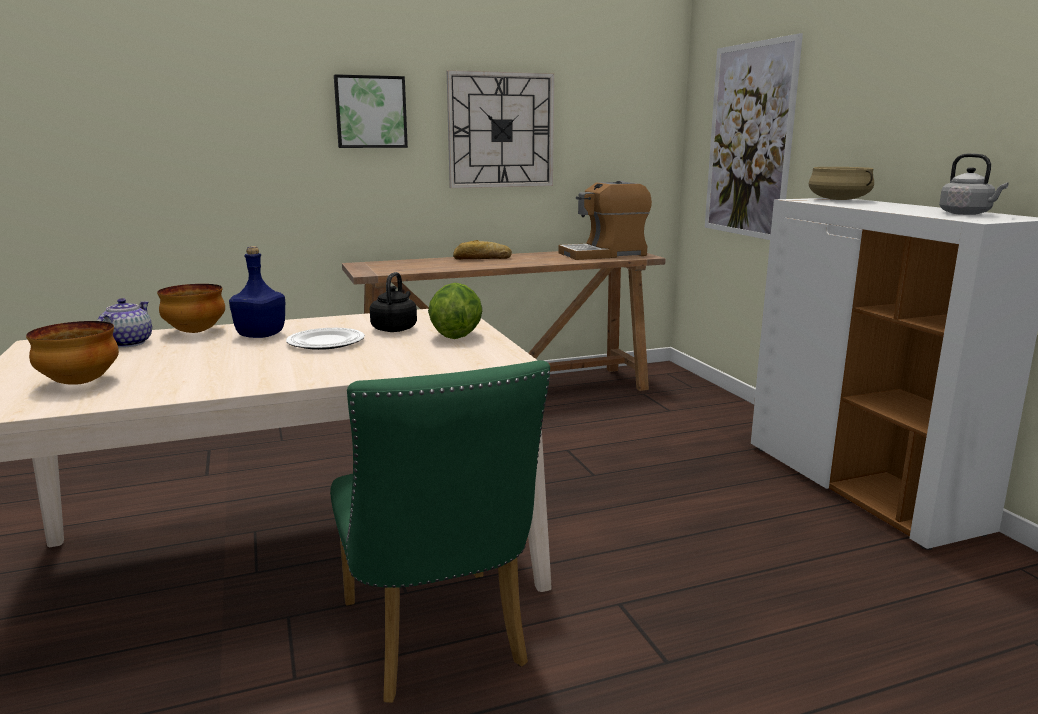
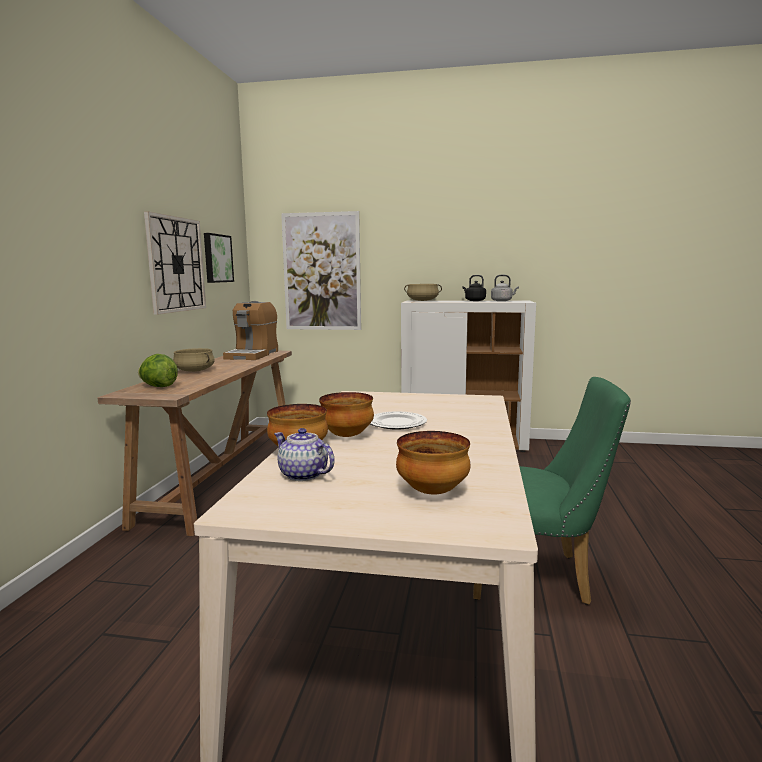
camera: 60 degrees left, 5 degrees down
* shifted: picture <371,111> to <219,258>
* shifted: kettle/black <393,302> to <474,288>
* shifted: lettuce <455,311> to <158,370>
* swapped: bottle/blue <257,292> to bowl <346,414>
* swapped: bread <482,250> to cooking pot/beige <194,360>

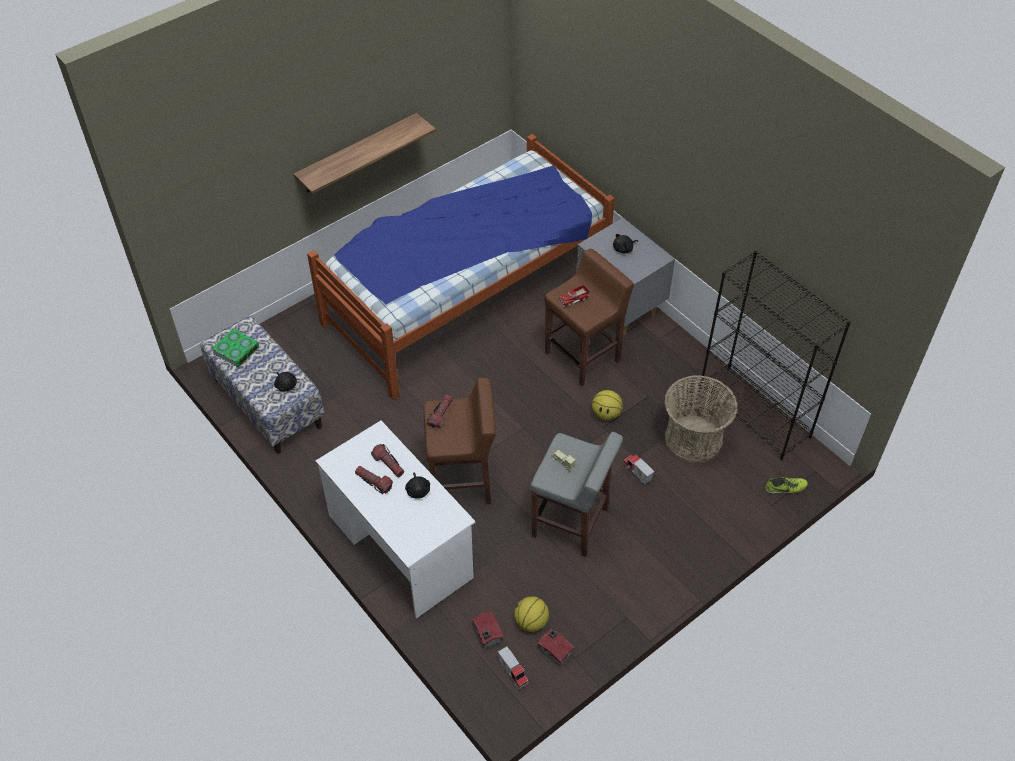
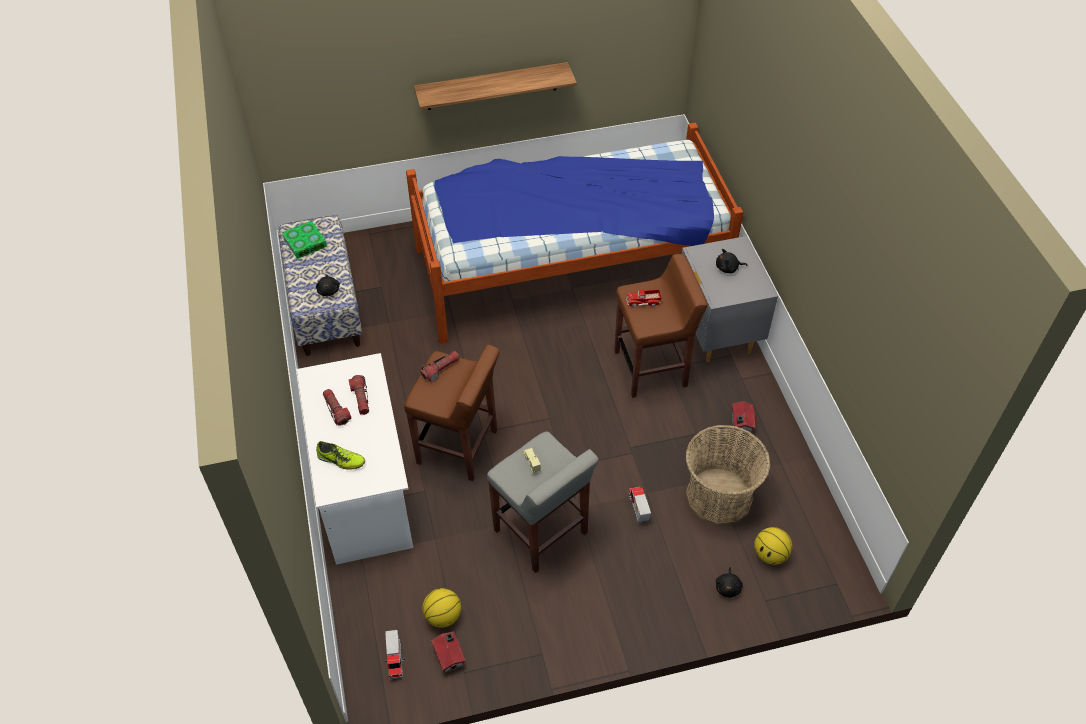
camera: 25 degrees right, 0 degrees up
* gone: bookcase/black <775,355>
* shifted: plush toy/black <417,485> to <729,582>
* shifted: toy house <488,629> to <743,417>
* shifted: basketball <607,405> to <773,546>
* shifted: shoe <786,485> to <340,455>

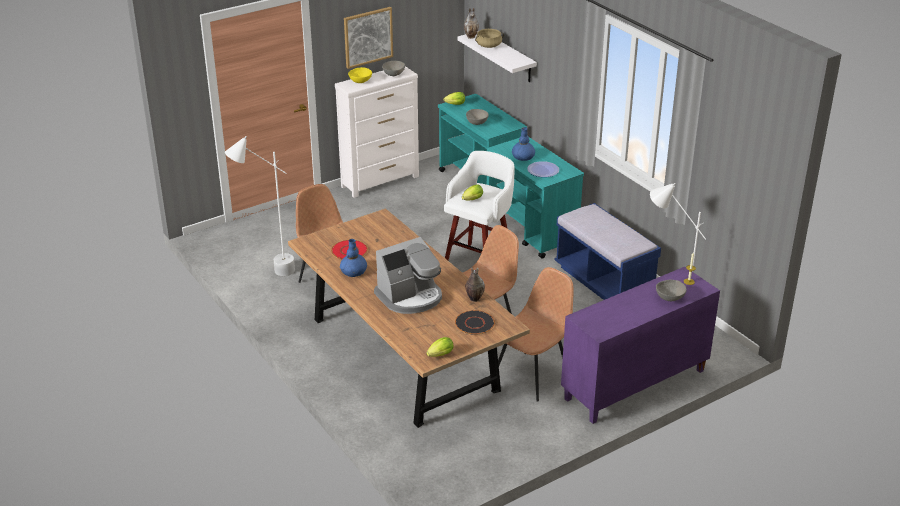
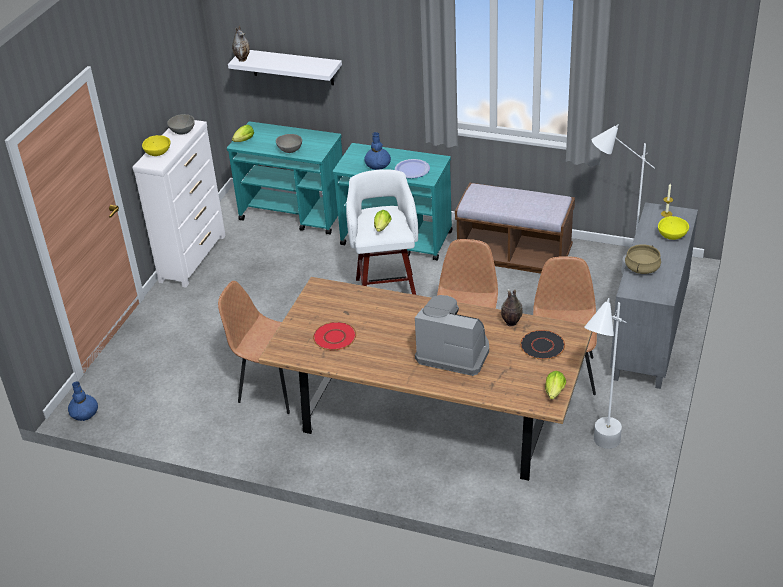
camera: 35 degrees left, 5 degrees up
* gone: picture <368,38>
* shifted: floor lamp/white <260,206> to <605,373>
* shifted: vase/blue <353,258> to <83,401>
* shifted: cooking pot/beige <489,38> to <643,259>
* repainted: bench/blue <607,251> to bench/brown <515,228>
* repainted: cabinet/purple <640,345> to cabinet/grey <654,295>
* repainted: bowl/grey <671,290> to bowl/yellow <673,228>
* rotated: coffee machine <408,275> = <452,335> 90 degrees counterclockwise

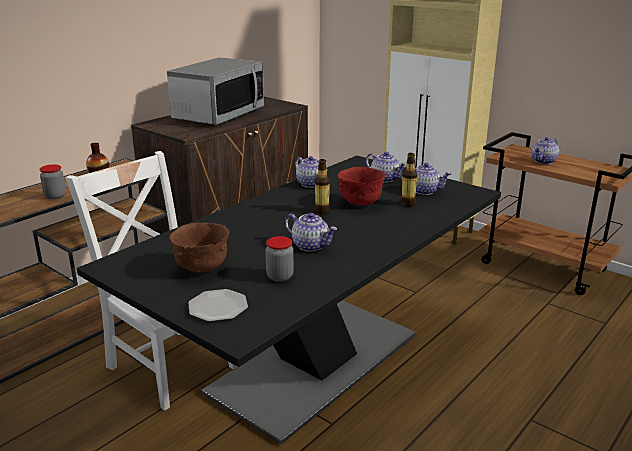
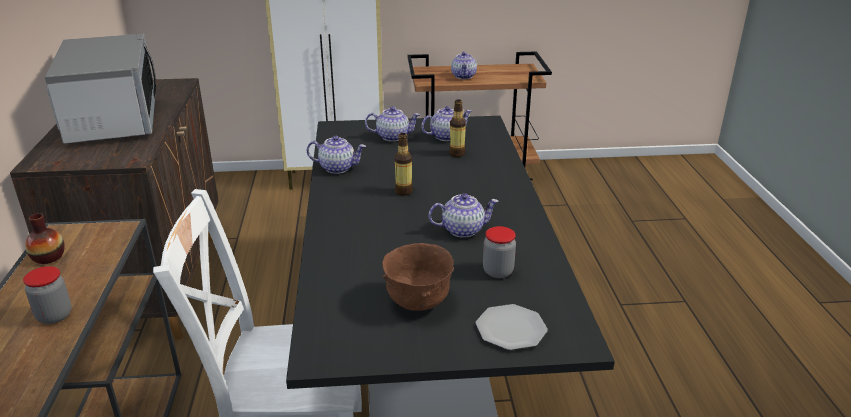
camera: 45 degrees left, 5 degrees up
* gone: bowl/red <362,186>

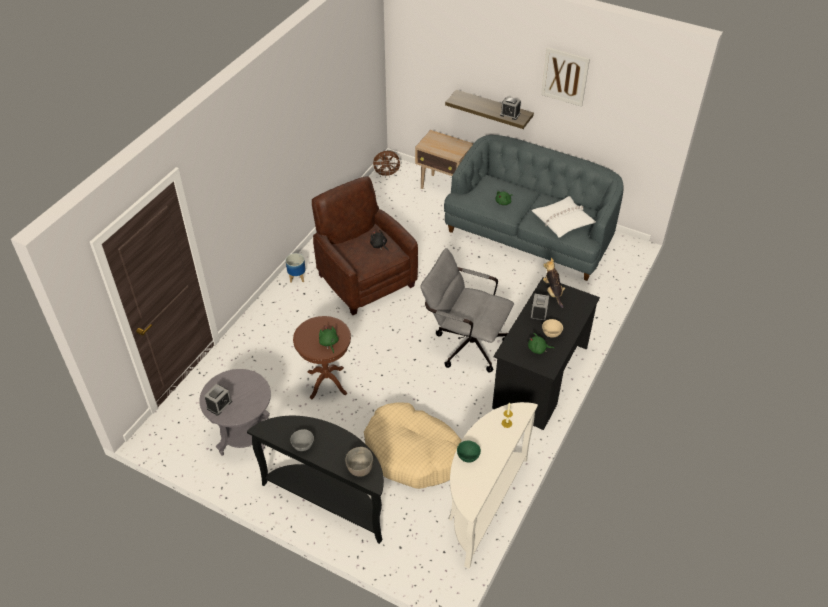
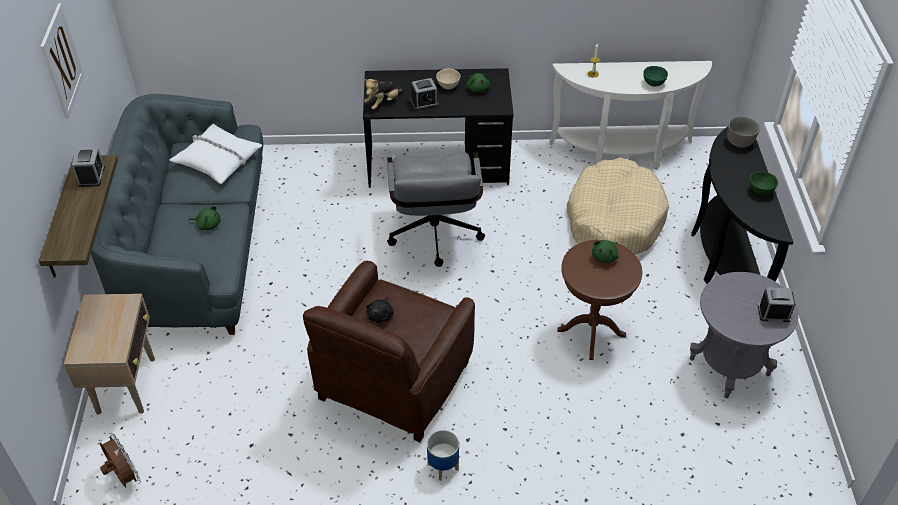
camera: 120 degrees left, 0 degrees up
* repainted: bowl/grey <302,440> to bowl/green <764,183>

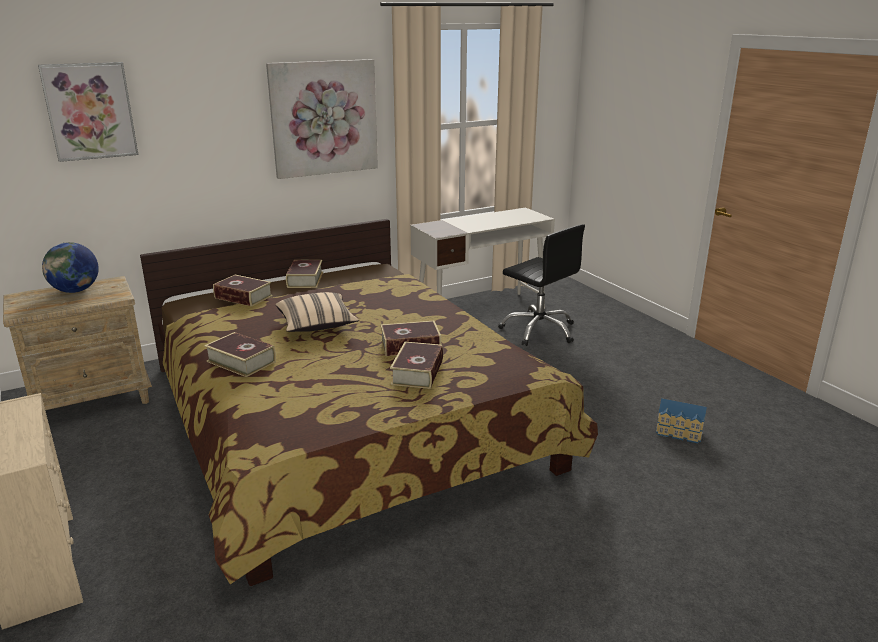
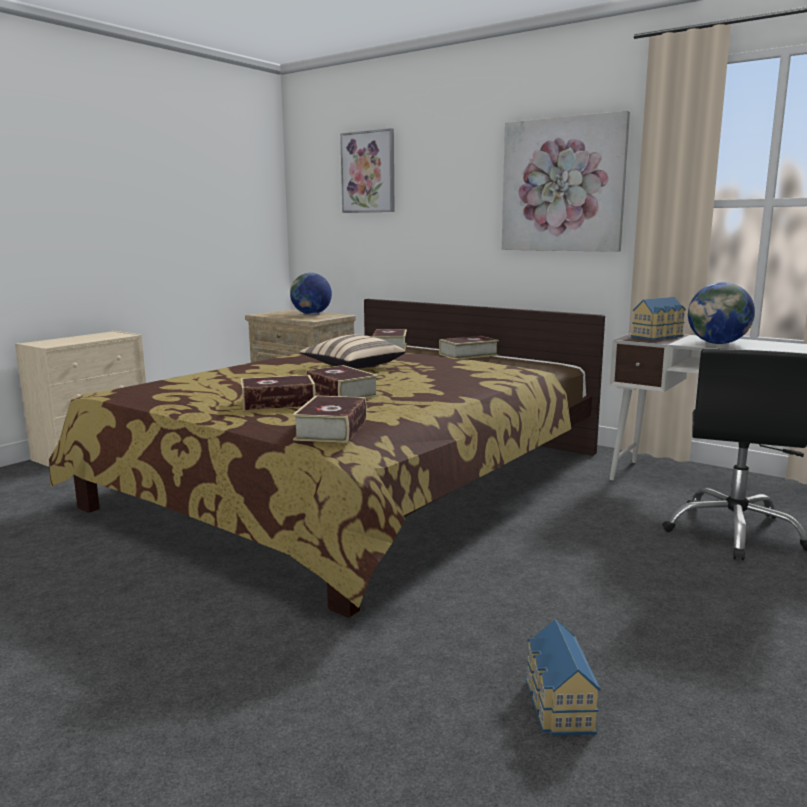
camera: 65 degrees right, 10 degrees down
* new: toy house <658,318>
* new: globe <721,313>
* shifted: book <240,354> to <329,419>

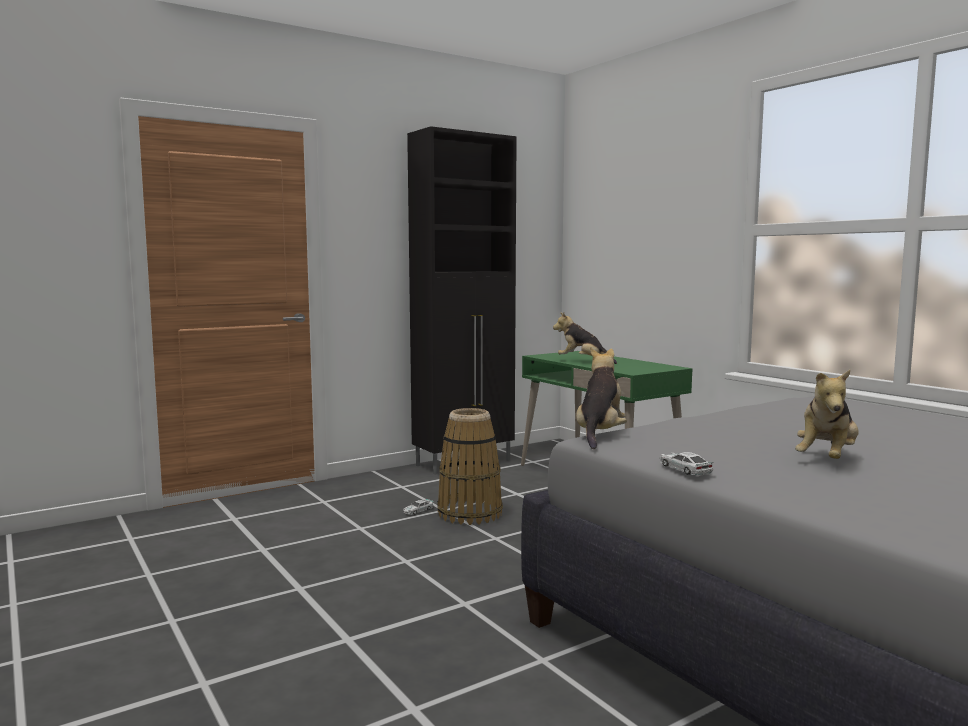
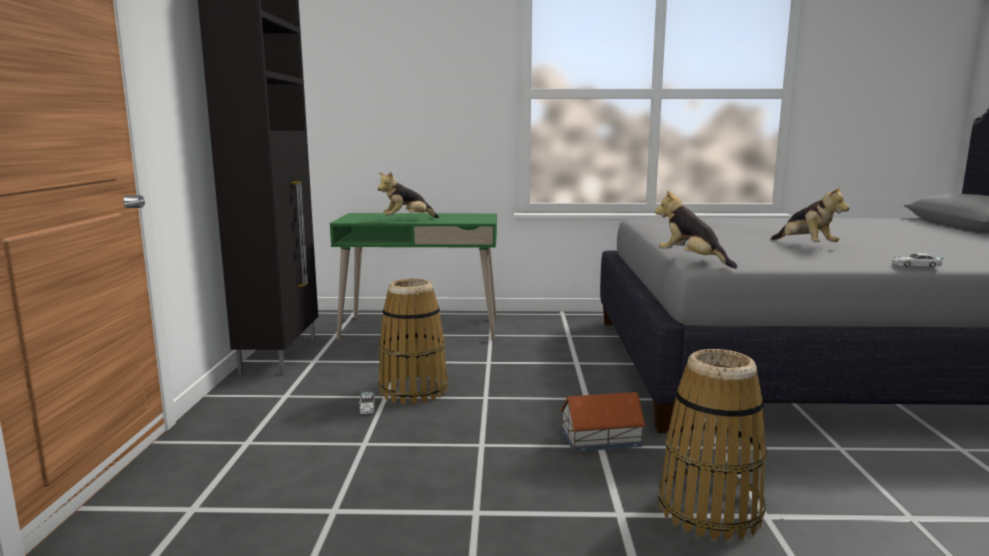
camera: 55 degrees left, 5 degrees up
* new: toy house <603,422>
* new: basket <713,445>
* shifted: toy car <687,463> to <918,260>

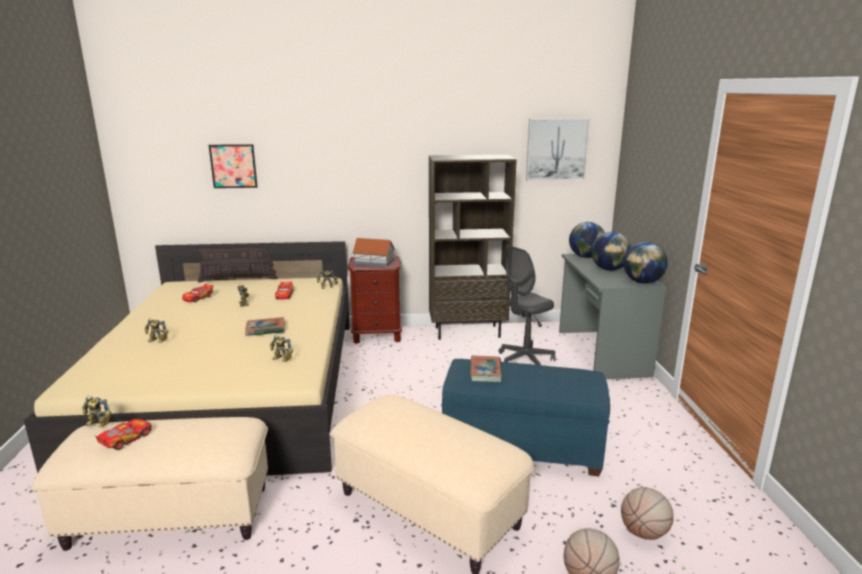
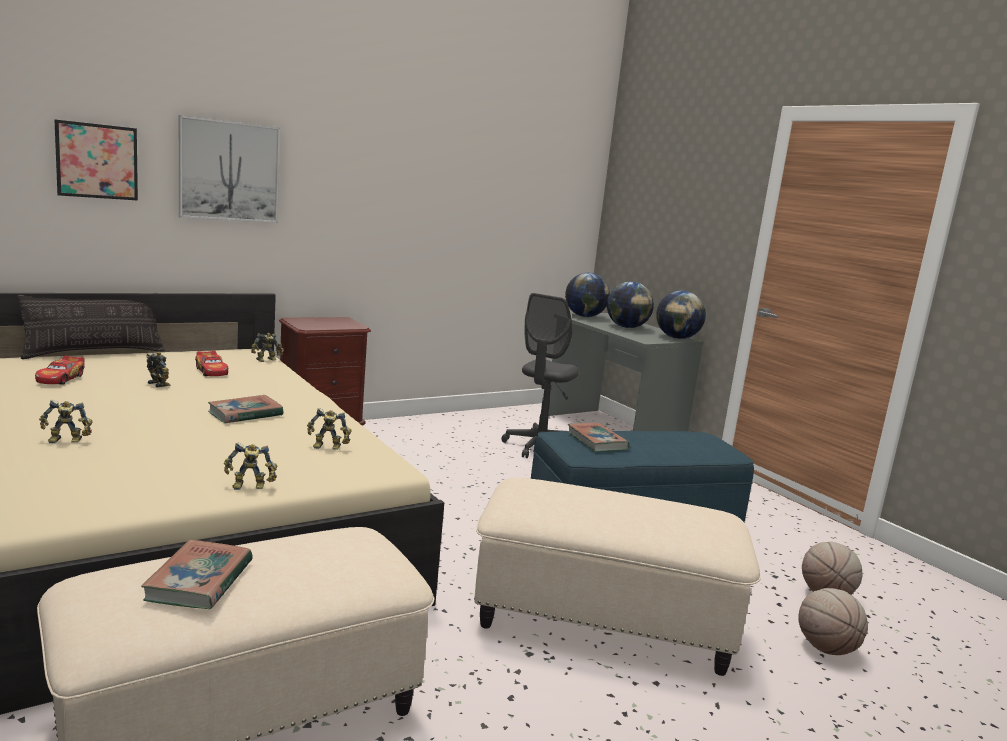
camera: 30 degrees left, 5 degrees down
* gone: toy house <373,252>
* gone: bookcase/brown <473,247>
* shifted: toy robot <97,411> to <250,466>
* shifted: picture <558,149> to <229,169>
* swapped: toy car <123,434> to book <197,574>

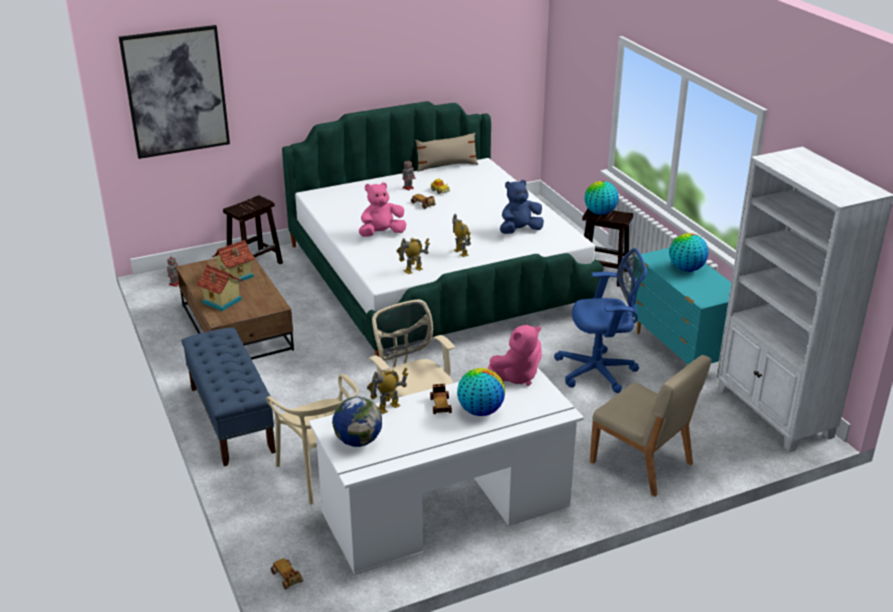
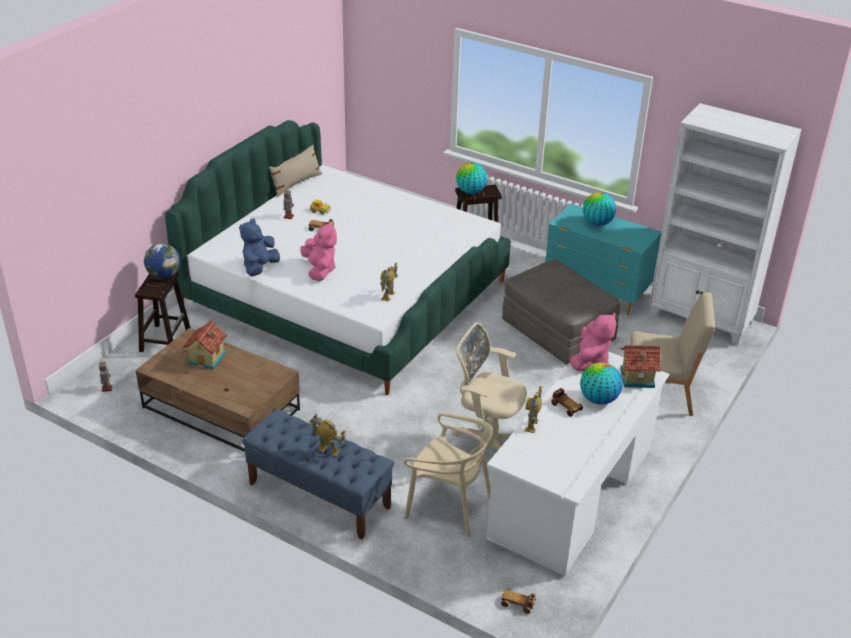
camera: 35 degrees left, 5 degrees up
* gone: picture <174,92>
* shifted: toy house <219,288> to <640,366>
* shifted: globe <357,421> to <162,261>
* shifted: toy robot <461,235> to <328,435>
* shifted: plush toy/blue <522,207> to <259,247>
* swapped: office chair/blue <600,320> to ottoman/grey <561,312>
* rotated: plush toy/pink <382,209> = <318,251> 135 degrees clockwise

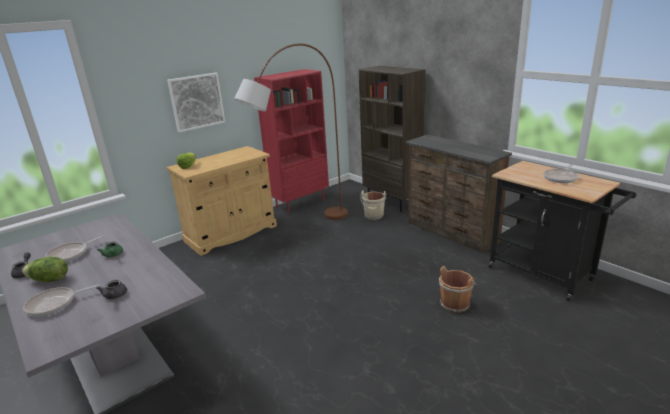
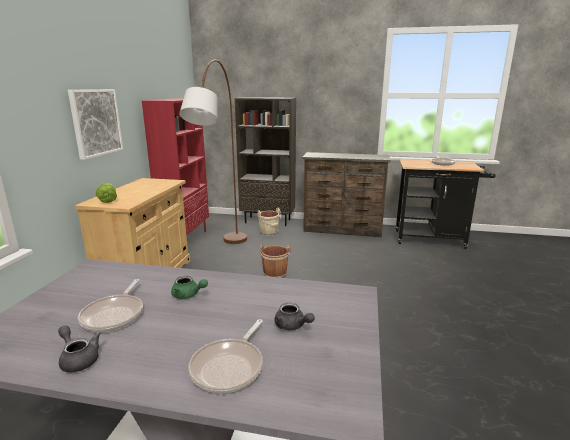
camera: 40 degrees left, 5 degrees down
* gone: lettuce <45,269>
* shifted: bucket/brown <458,289> to <275,261>

